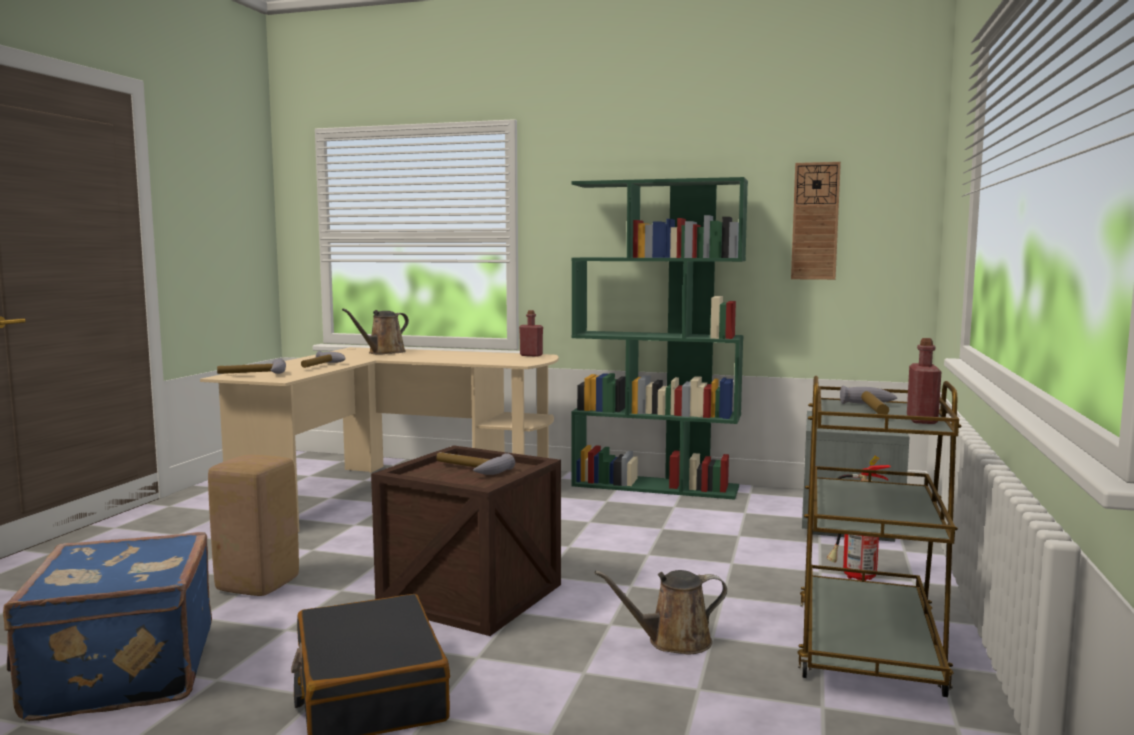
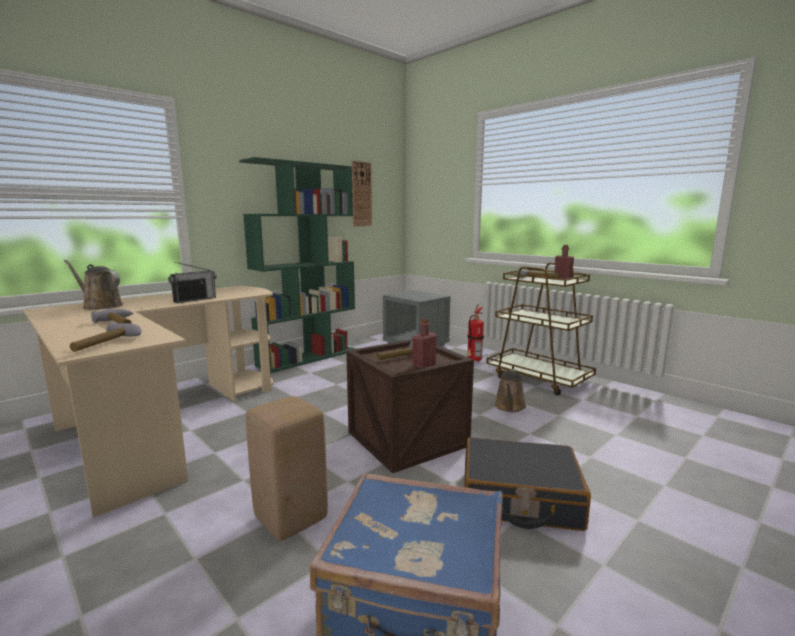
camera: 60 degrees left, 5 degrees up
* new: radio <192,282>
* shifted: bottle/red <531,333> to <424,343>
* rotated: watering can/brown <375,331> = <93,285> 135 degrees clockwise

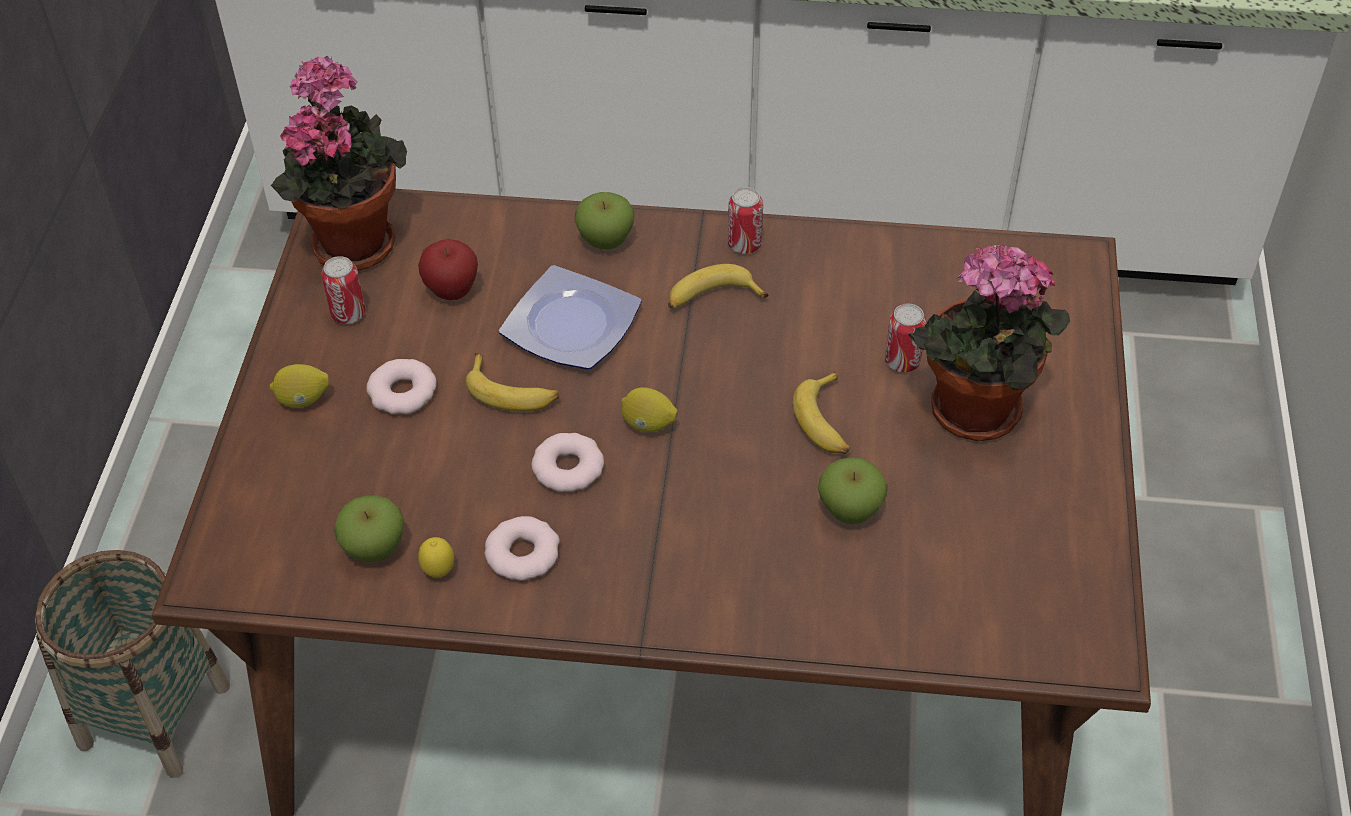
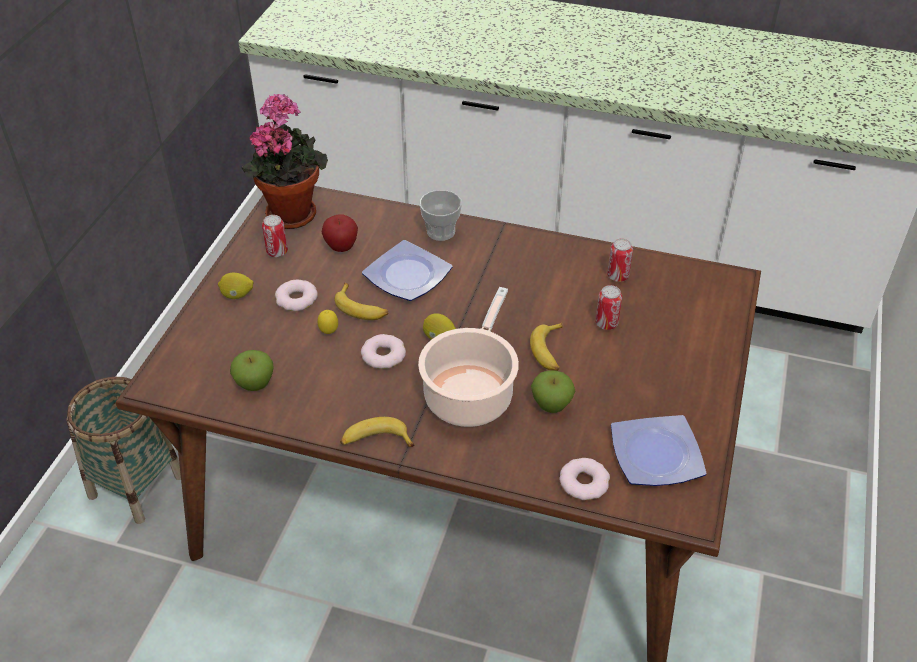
camera: 10 degrees right, 5 degrees down
* gone: potted plant <989,342>
* new: cooking pot <468,357>
* new: plate <659,450>
* shifted: lemon <436,557> to <327,322>
* shifted: donut <522,548> to <584,479>
* shifted: banana <718,286> to <377,432>
* shifted: can <745,220> to <620,260>
* swapped: apple <604,220> to cup <441,215>

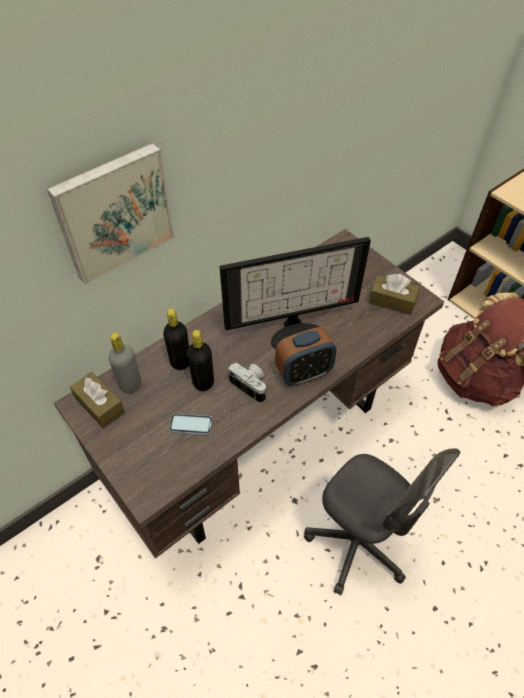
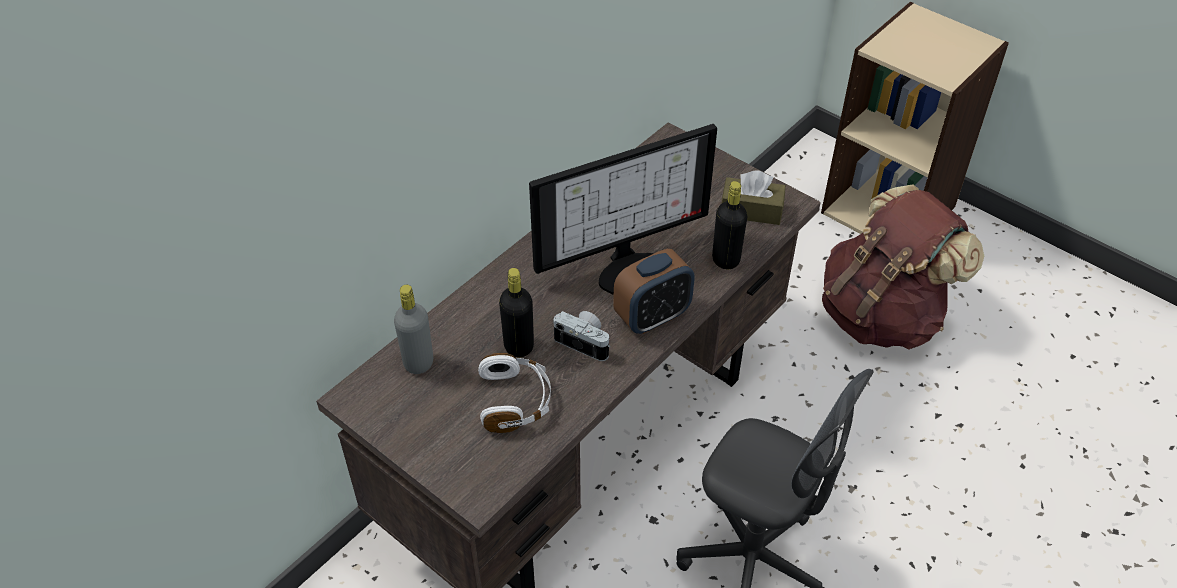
camera: 10 degrees left, 5 degrees down
* gone: picture <111,213>
* gone: tissue box/brown <97,400>
* shifted: bottle/black <176,339> to <729,225>
* swapped: phone <190,424> to headphones/white <514,393>

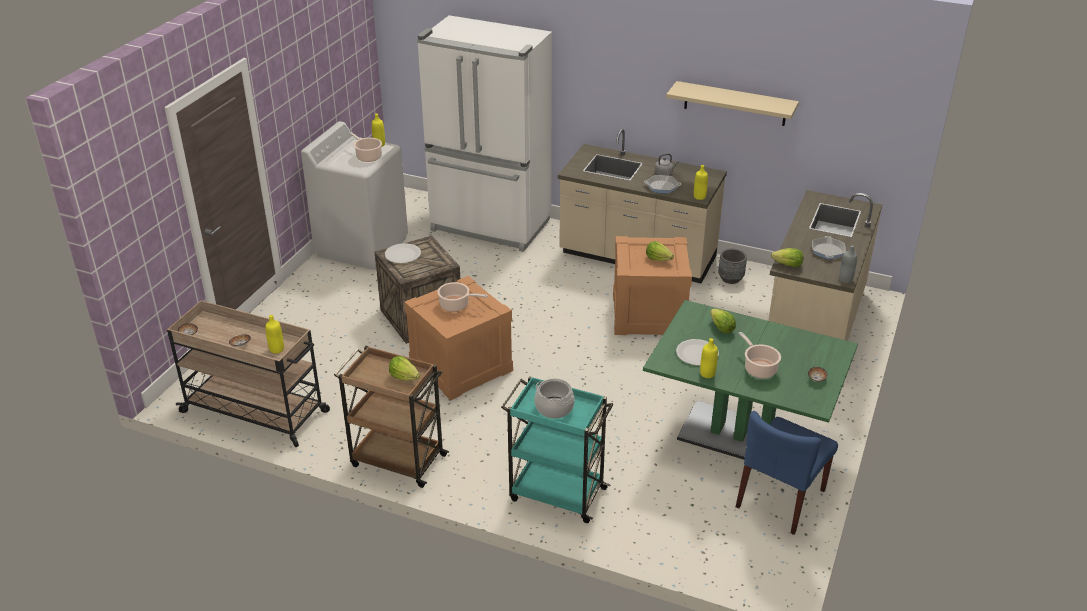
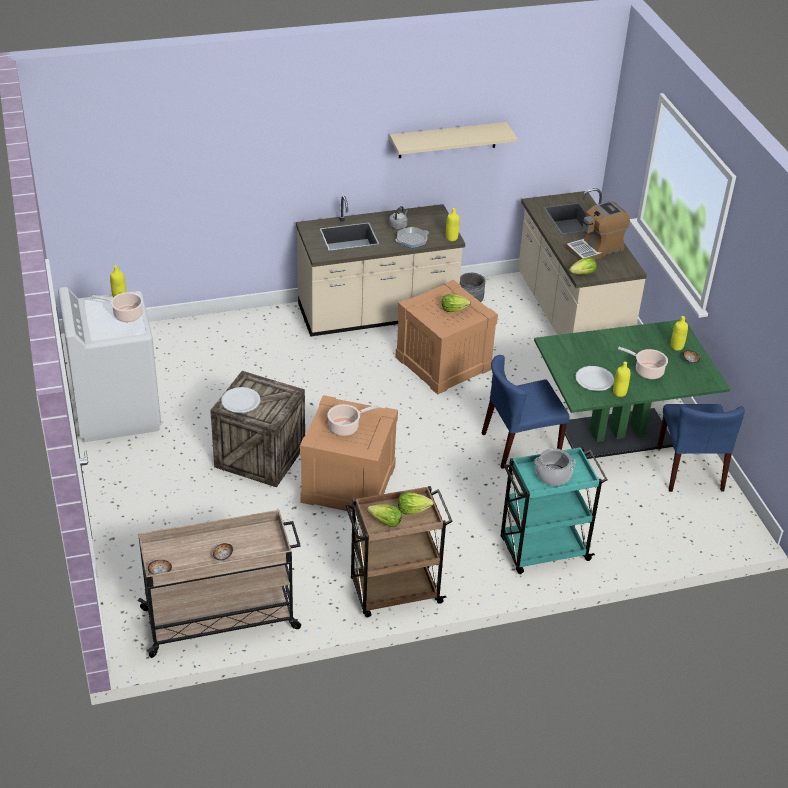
camera: 40 degrees left, 5 degrees up
* gone: fridge/white <484,133>
* gone: bottle/grey <848,264>
* new: chair/blue <526,412>
* shifted: bottle/yellow <274,334> to <679,333>
* shifted: lettuce <723,321> to <384,515>
* swapped: frying pan <829,248> to coffee machine <598,230>

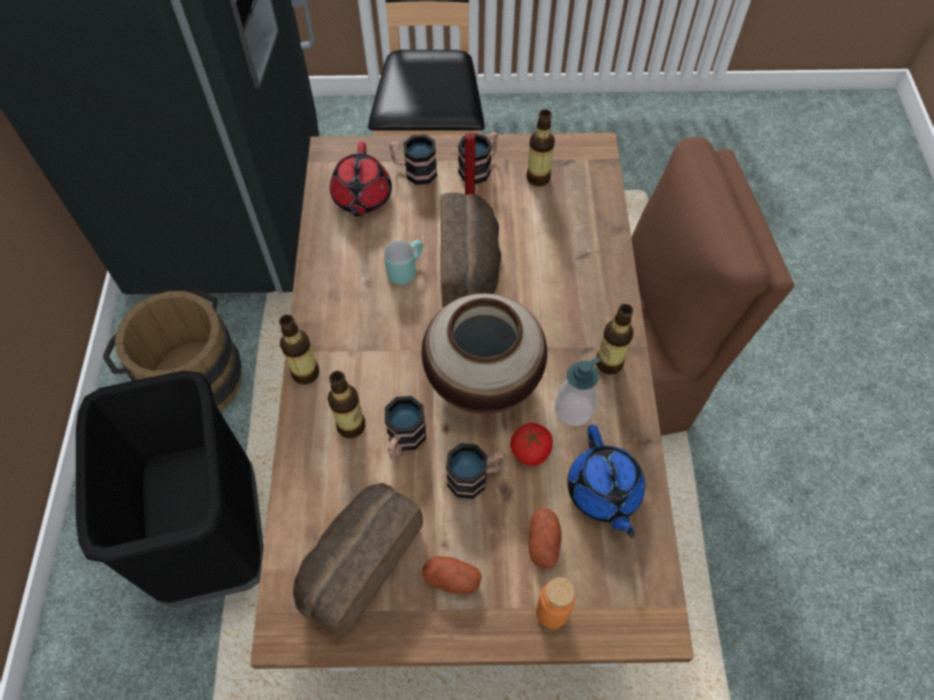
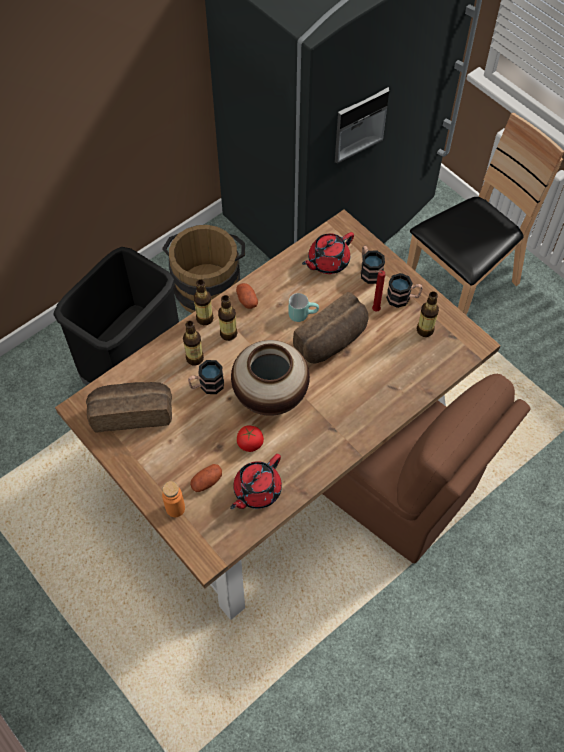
camera: 50 degrees right, 0 degrees up
* gone: mug <476,471>
* gone: soap dispenser <577,391>
* shifted: potato <452,575> to <247,296>
* shifted: bottle <614,339> to <228,318>
* repainted: teapot/blue <606,481> to teapot/red <256,481>

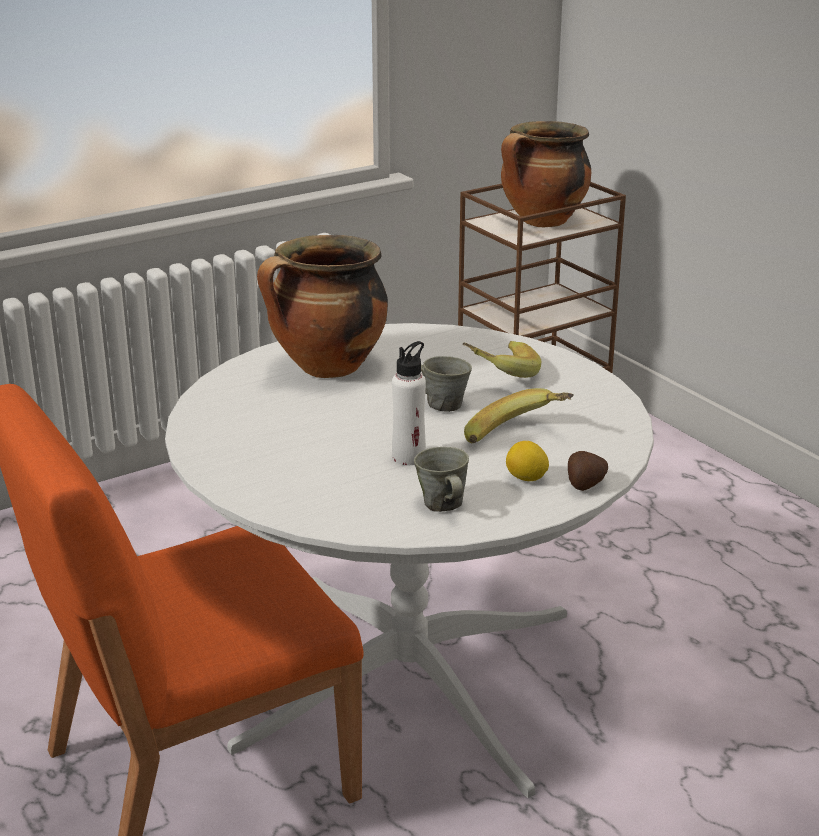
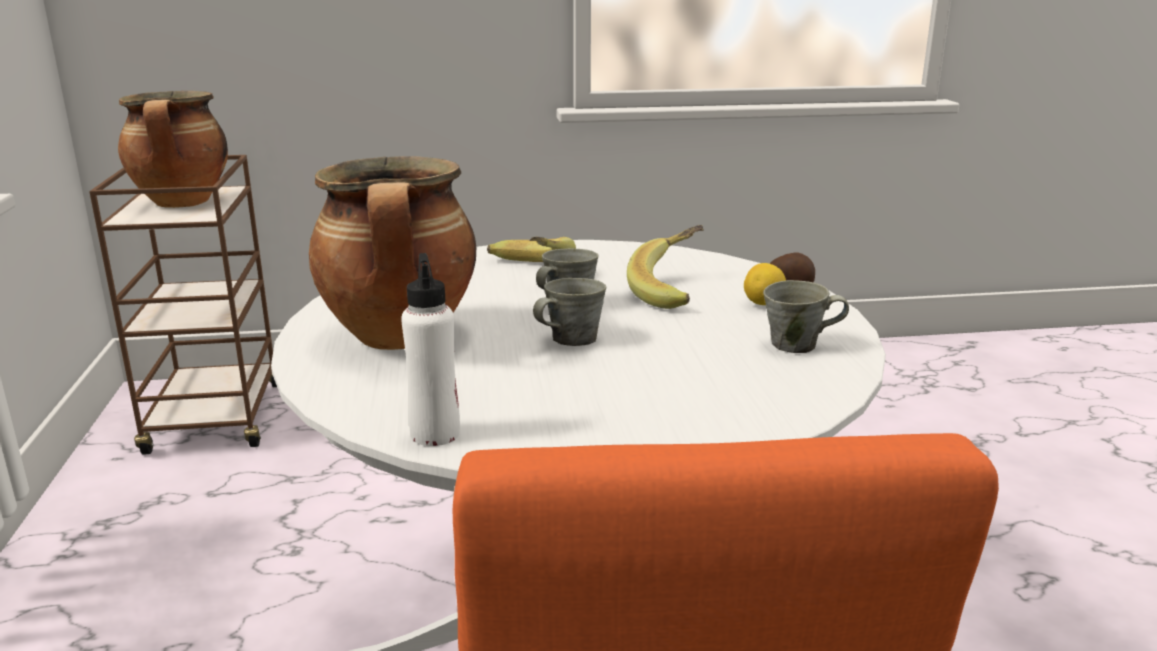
camera: 65 degrees left, 5 degrees down
* new: mug/grey <569,312>
* shifted: bottle/white <409,403> to <430,349>

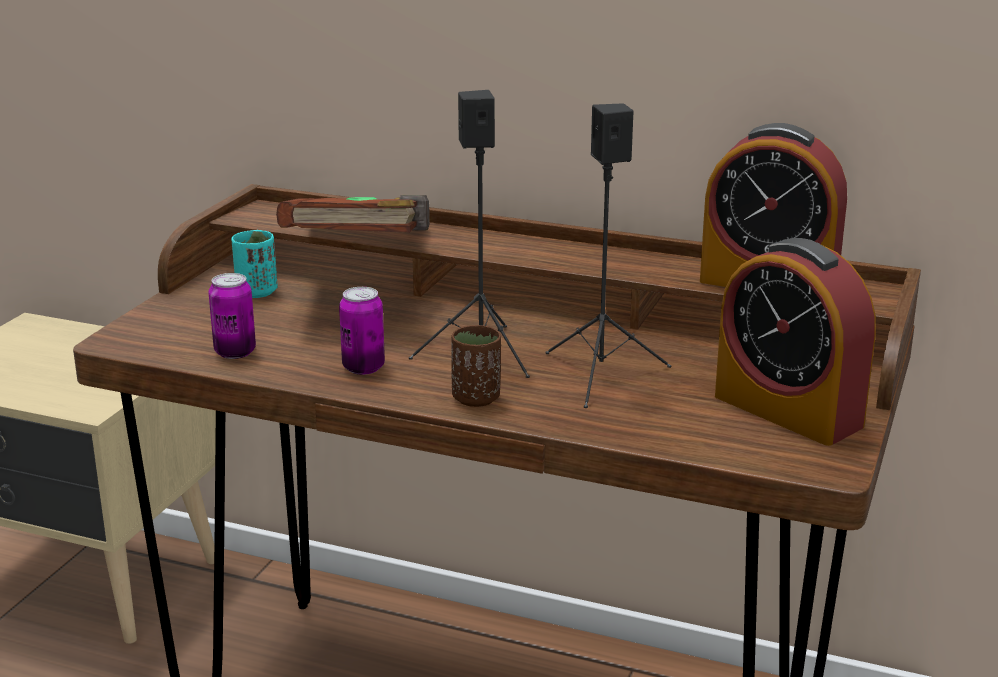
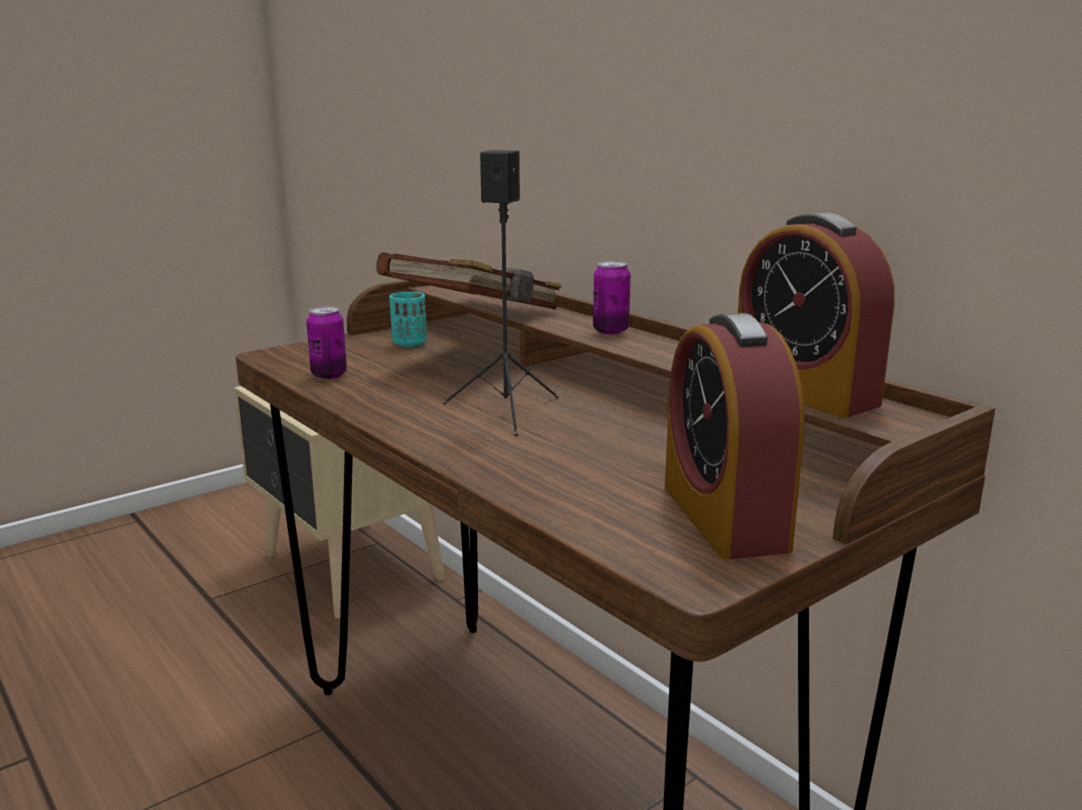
camera: 30 degrees right, 5 degrees down
* gone: cup/brown <476,366>
* gone: speaker/black <608,255>
* shifted: can <362,331> to <612,298>

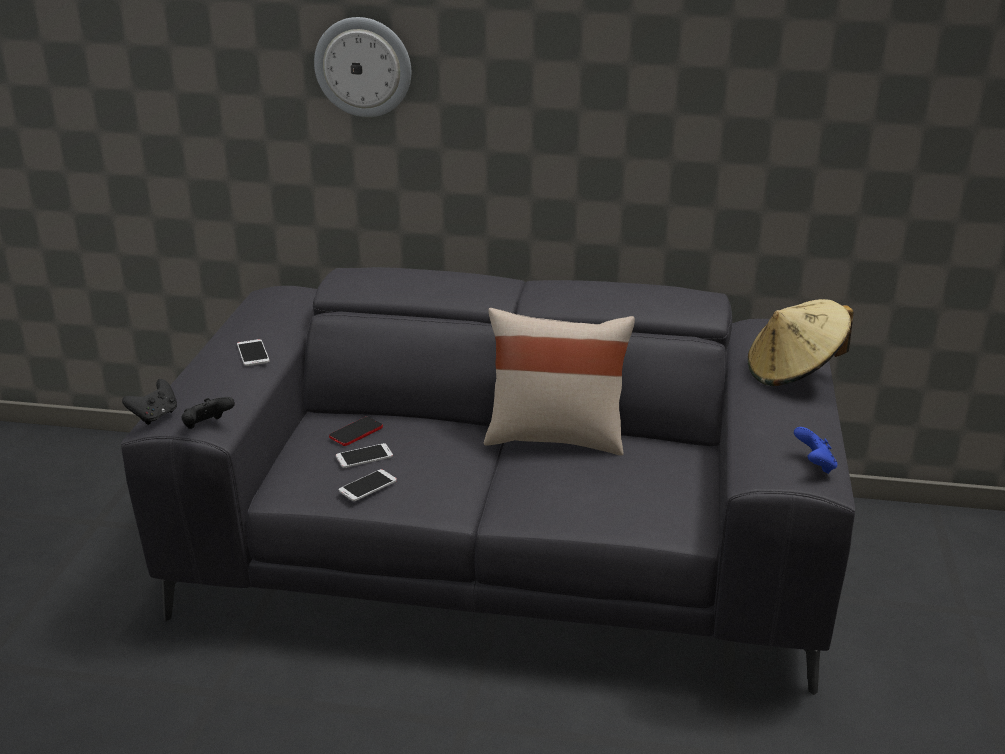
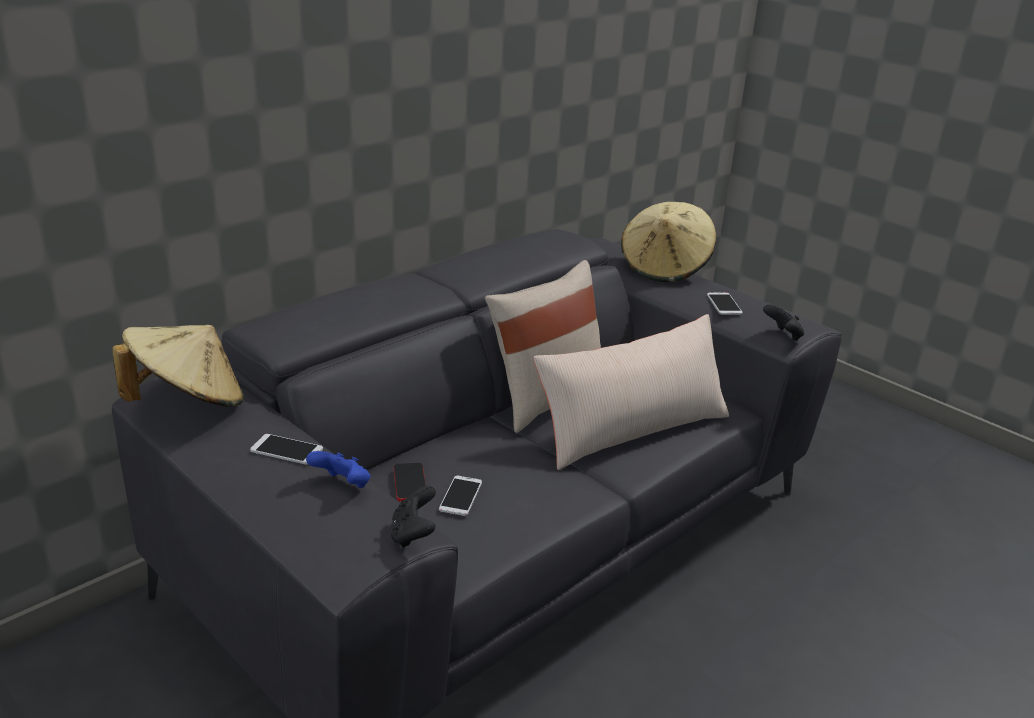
camera: 55 degrees left, 0 degrees up
* gone: wall clock <362,67>
* new: hat/beige <178,366>
* new: pillow/beige <631,392>
* shifted: game controller/black <149,402> to <783,322>
* shifted: phone <367,485> to <725,304>
* shifted: game controller/blue <815,450> to <338,469>

